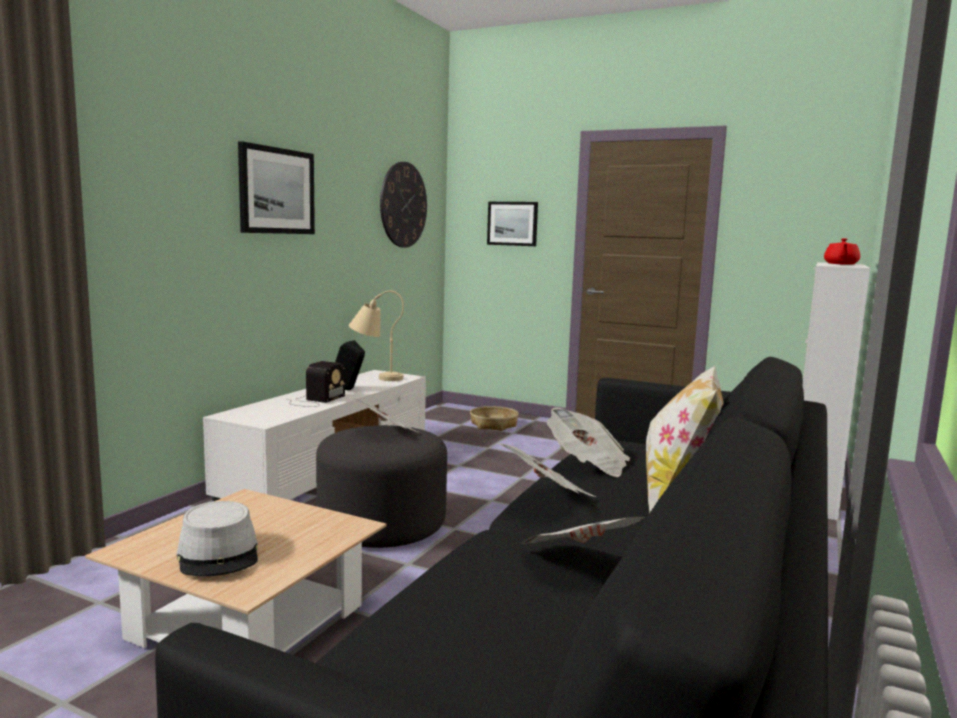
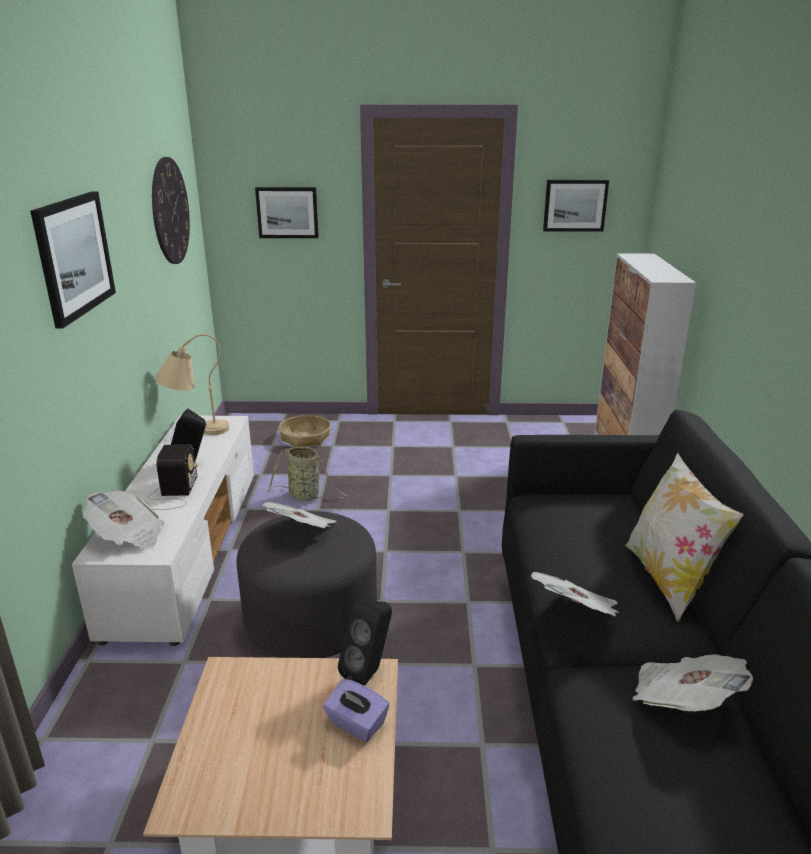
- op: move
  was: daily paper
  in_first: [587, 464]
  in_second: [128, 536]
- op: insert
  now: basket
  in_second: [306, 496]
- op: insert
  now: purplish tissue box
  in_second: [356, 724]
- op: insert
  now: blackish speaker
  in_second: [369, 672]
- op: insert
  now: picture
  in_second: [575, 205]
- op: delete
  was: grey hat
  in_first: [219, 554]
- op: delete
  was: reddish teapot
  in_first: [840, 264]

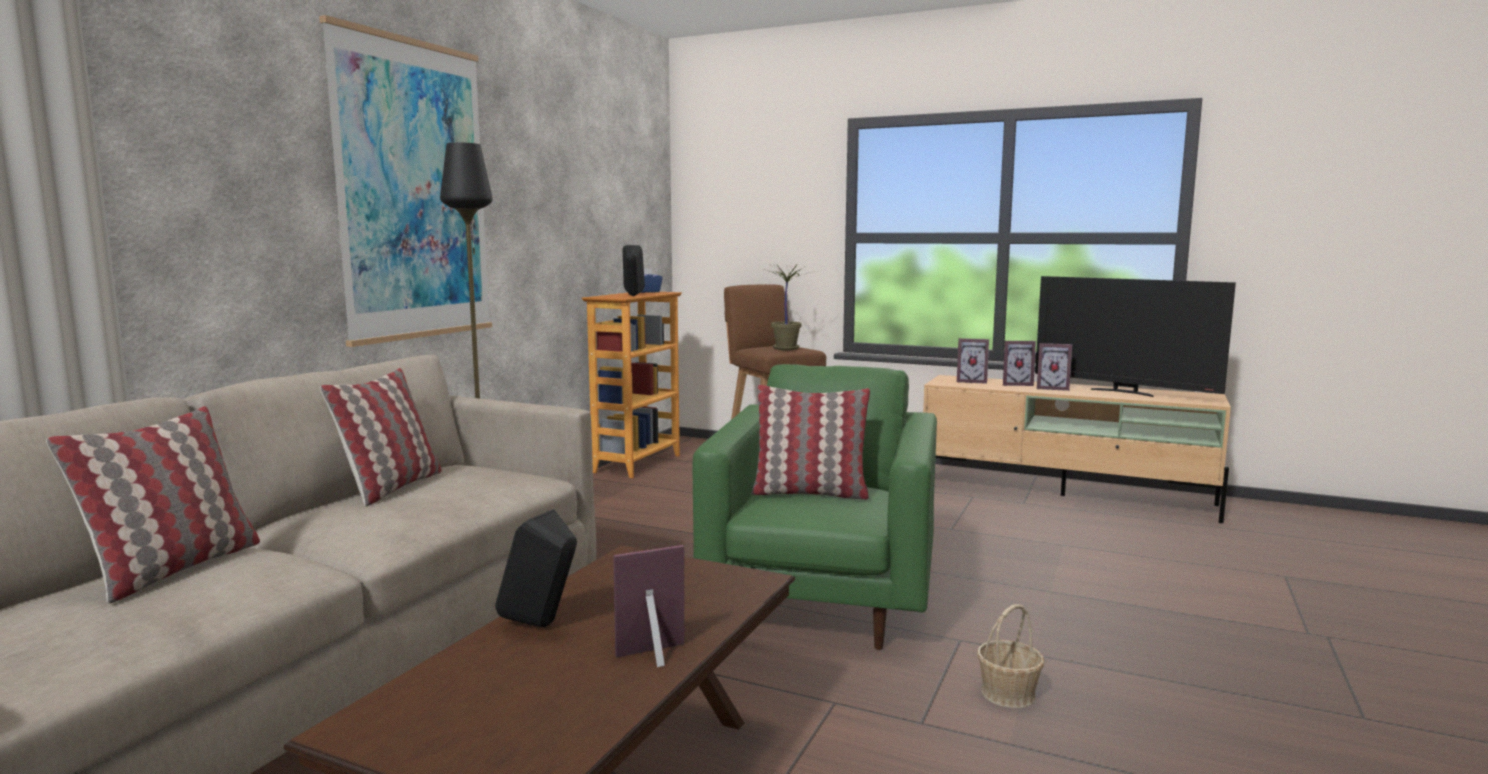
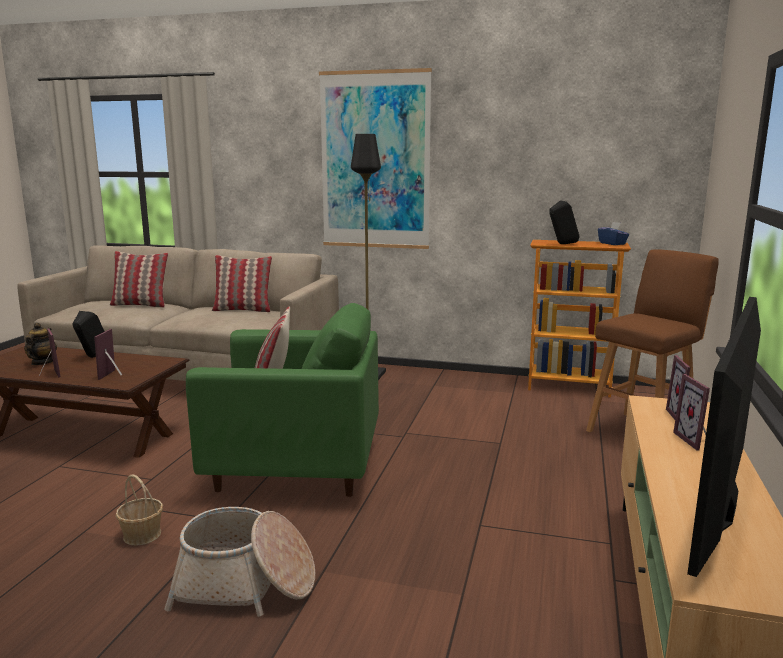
- op: insert
  now: teapot
  in_second: [42, 362]
- op: move
  was: photo frame
  in_first: [1052, 388]
  in_second: [113, 375]
- op: insert
  now: basket
  in_second: [245, 585]
- op: delete
  was: houseplant
  in_first: [786, 348]

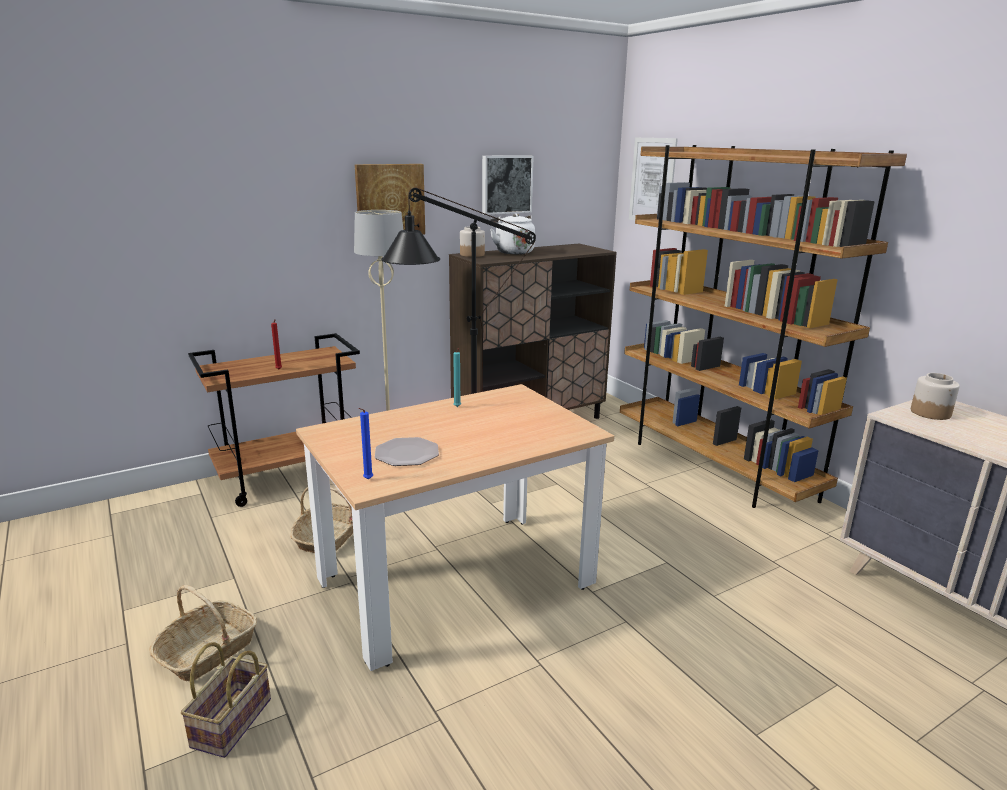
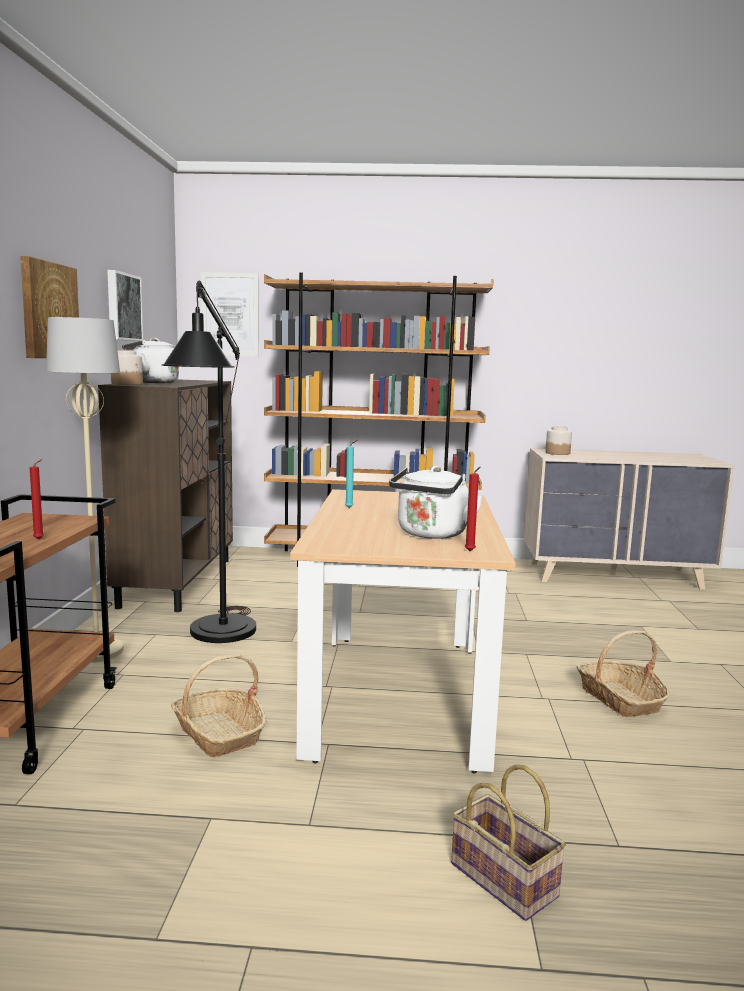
- op: replace
  was: plate
  now: whitish water kettle
  in_first: [407, 453]
  in_second: [431, 534]
- op: recolor
  was: bluish wax light
  now: reddish wax light
  in_first: [367, 480]
  in_second: [470, 551]
- op: move
  was: basket
  in_first: [208, 651]
  in_second: [620, 699]

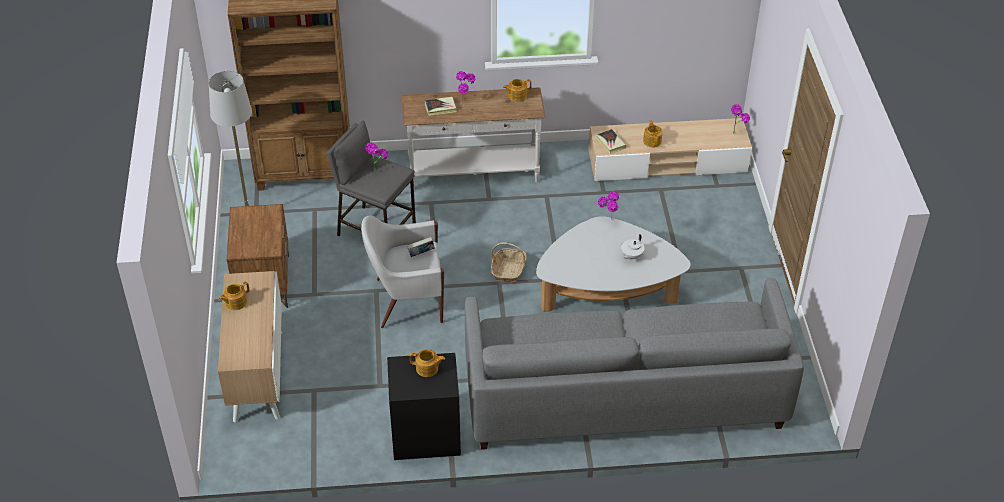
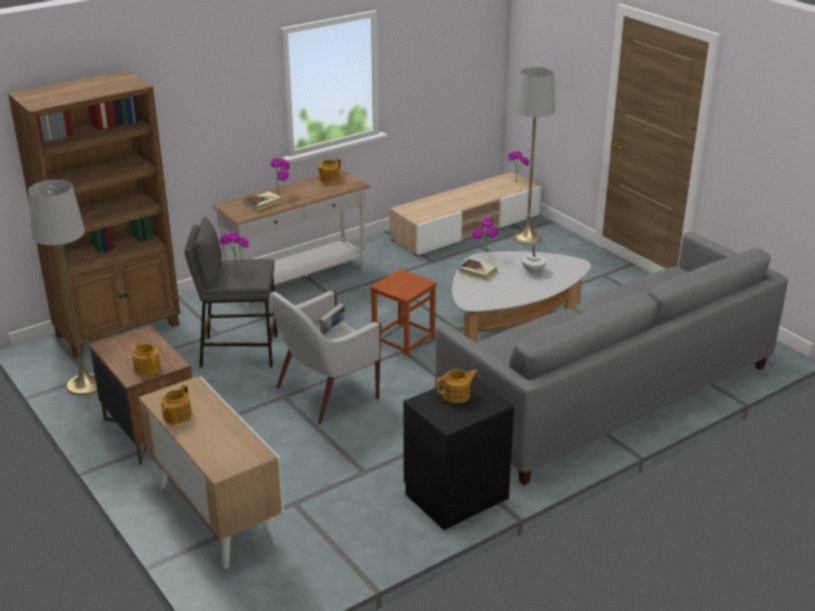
- op: move
  was: teapot
  in_first: [652, 141]
  in_second: [147, 367]
- op: replace
  was: basket
  now: brown-coloured sitting stool
  in_first: [509, 270]
  in_second: [403, 339]
- op: move
  was: volume
  in_first: [610, 143]
  in_second: [477, 272]
- op: insert
  now: grey floor lamp
  in_second: [527, 238]

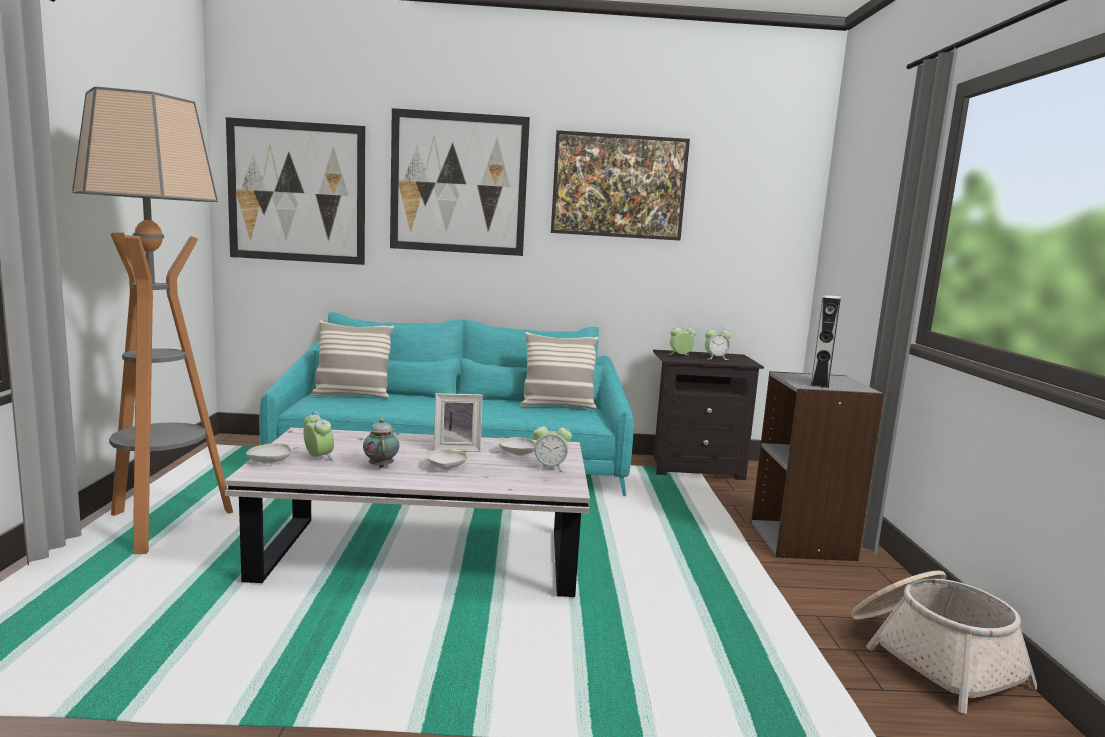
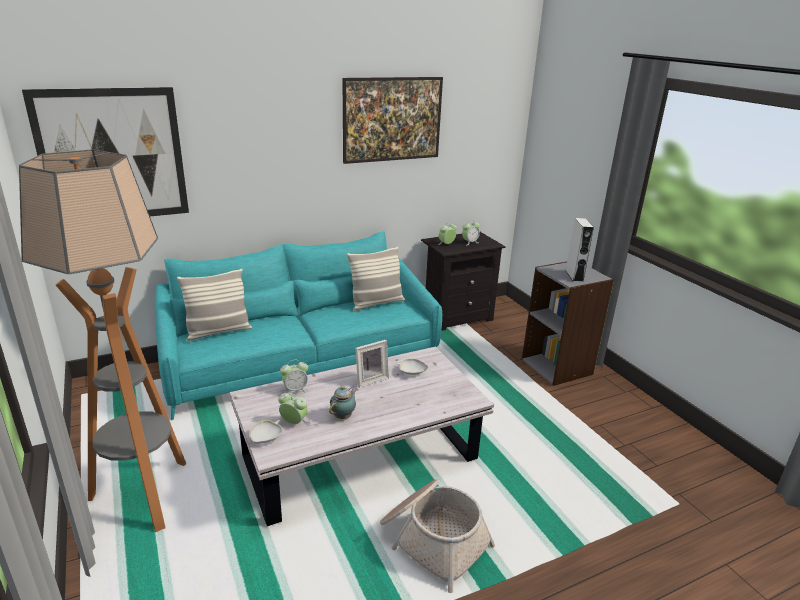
- op: move
  was: table clock
  in_first: [550, 468]
  in_second: [295, 390]
- op: rotate
  was: teapot
  in_first: [381, 466]
  in_second: [344, 416]
  clockwise: 75
- op: move
  was: basket
  in_first: [931, 657]
  in_second: [432, 539]
- op: delete
  was: picture
  in_first: [458, 183]
- op: delete
  was: whitish bowl
  in_first: [447, 467]

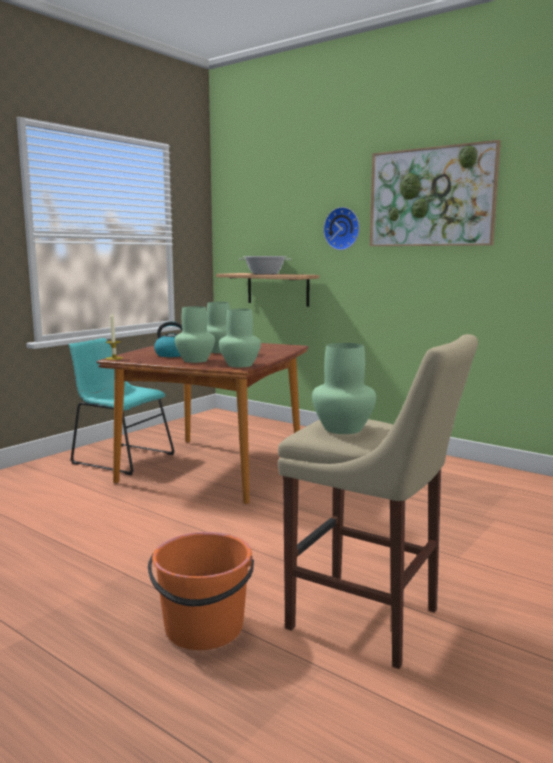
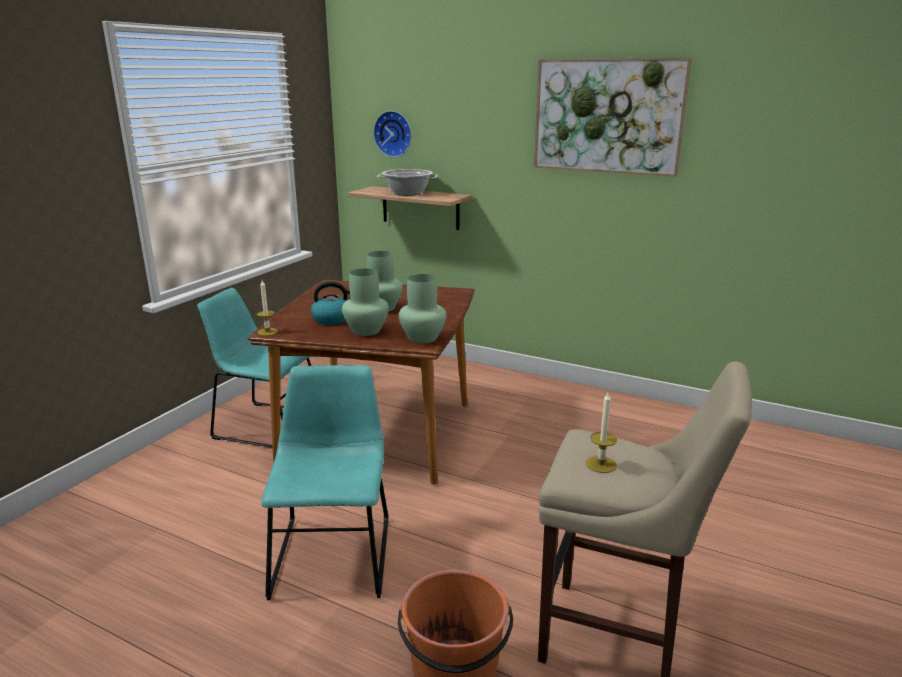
- op: insert
  now: blue-green upright chair
  in_second: [333, 552]
- op: move
  was: wall clock
  in_first: [343, 228]
  in_second: [394, 134]
- op: replace
  was: green-coloured decorative vase
  now: wax light
  in_first: [342, 428]
  in_second: [601, 464]

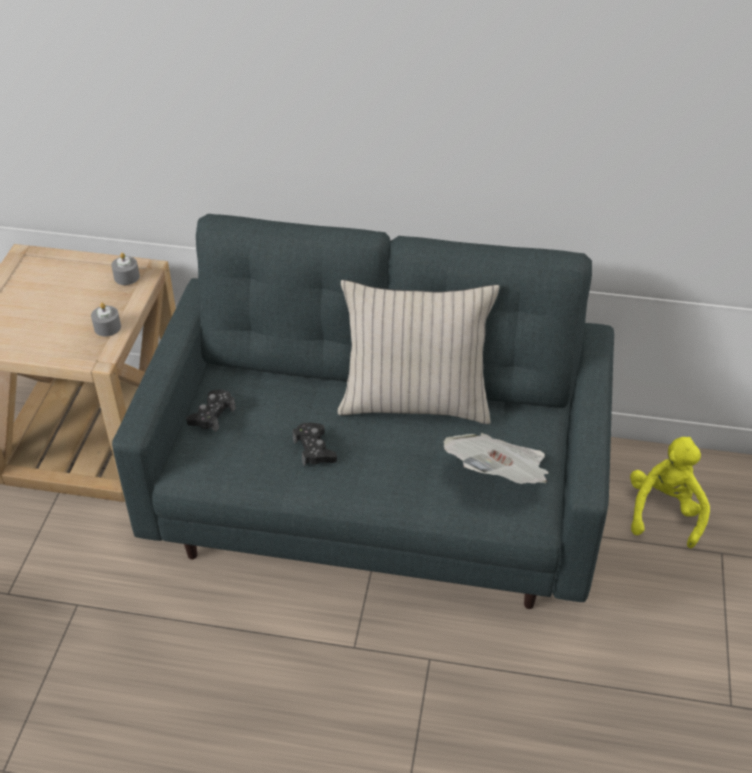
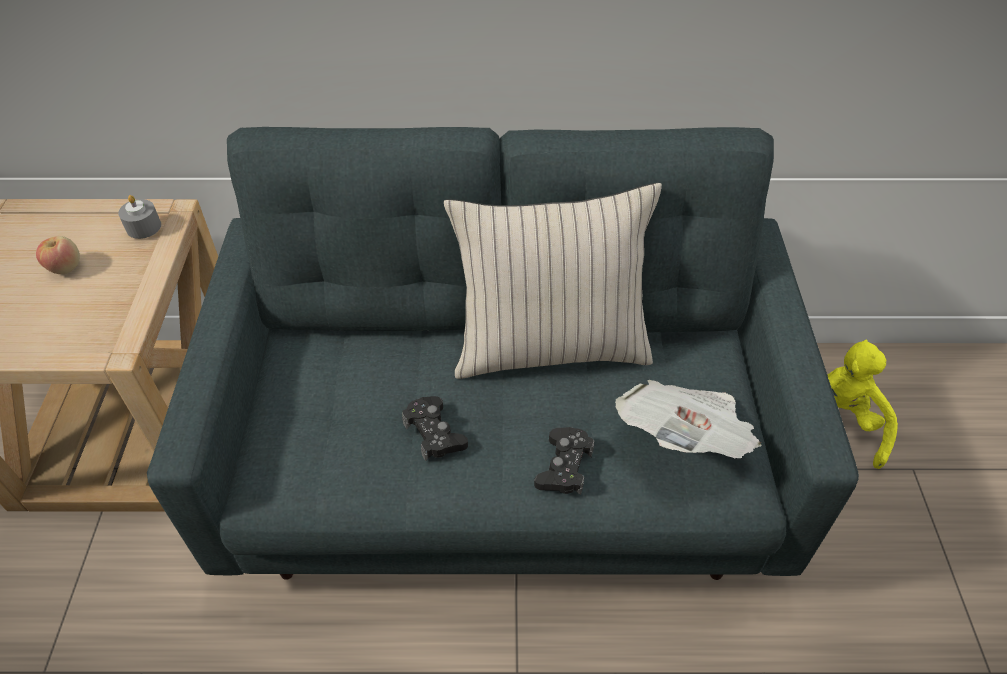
- op: insert
  now: apple fruit
  in_second: [65, 267]
- op: move
  was: blackish joypad
  in_first: [212, 415]
  in_second: [564, 466]
- op: delete
  was: grey wax light
  in_first: [107, 327]

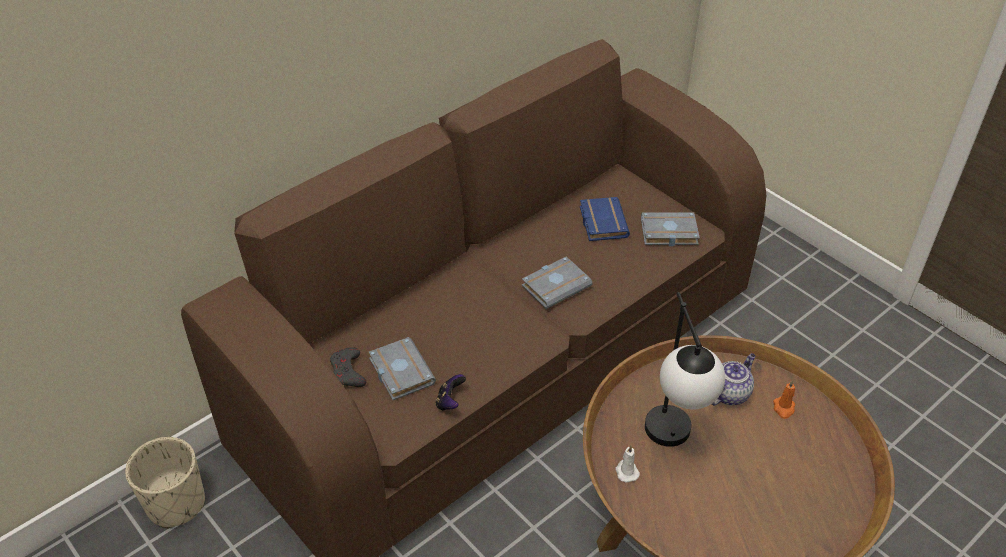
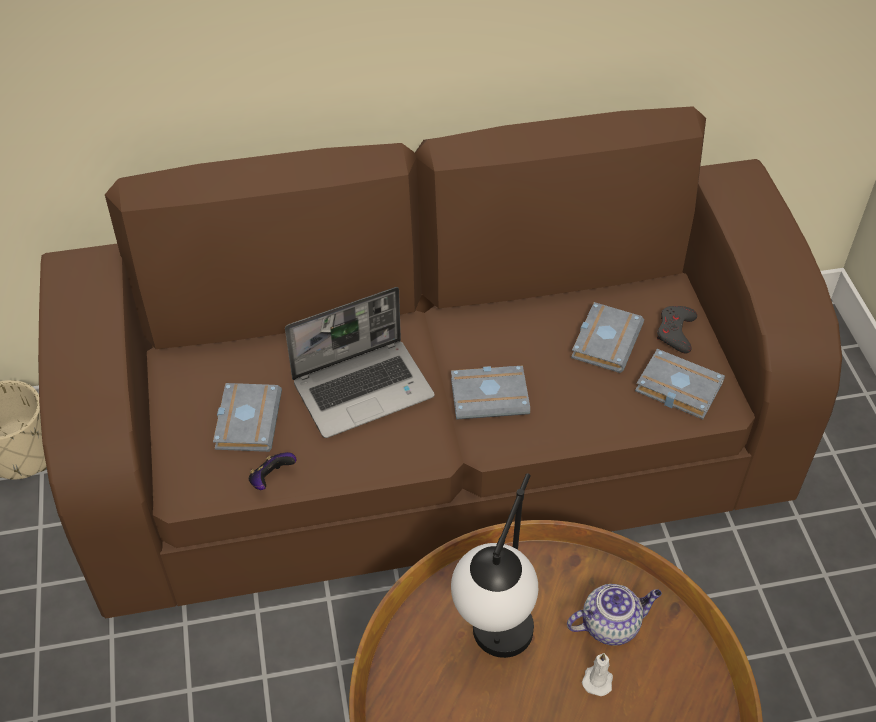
- op: insert
  now: laptop
  in_second: [364, 388]
- op: recolor
  was: bluish volume
  now: grey volume
  in_first: [601, 222]
  in_second: [604, 340]
- op: move
  was: whitish wax light
  in_first: [626, 471]
  in_second: [597, 679]
- op: move
  was: grey joypad
  in_first: [348, 372]
  in_second: [675, 332]
- op: delete
  was: orange-coloured wax light
  in_first: [783, 408]

